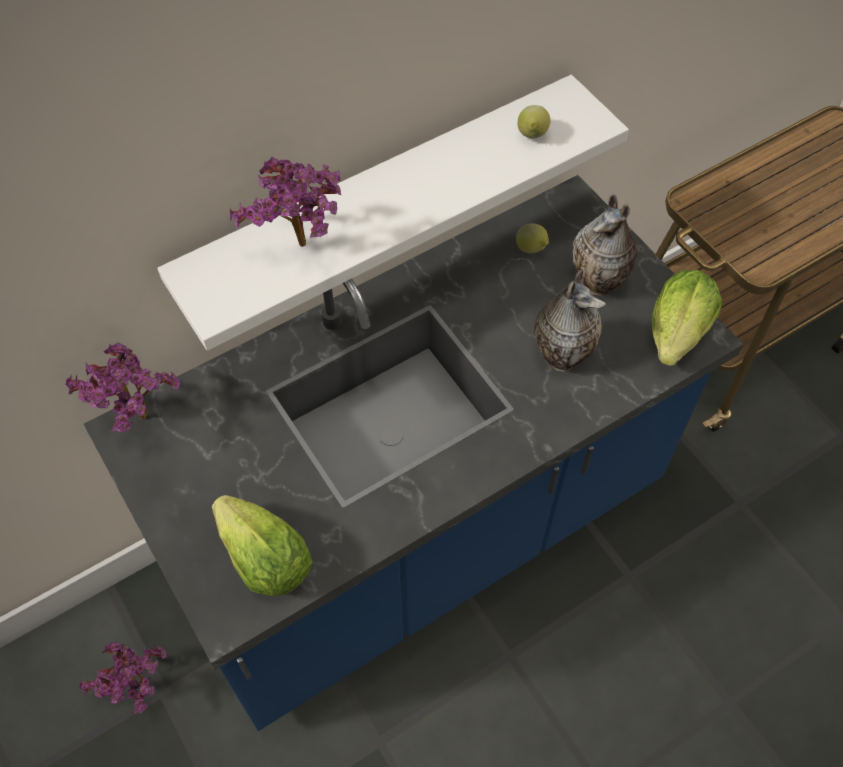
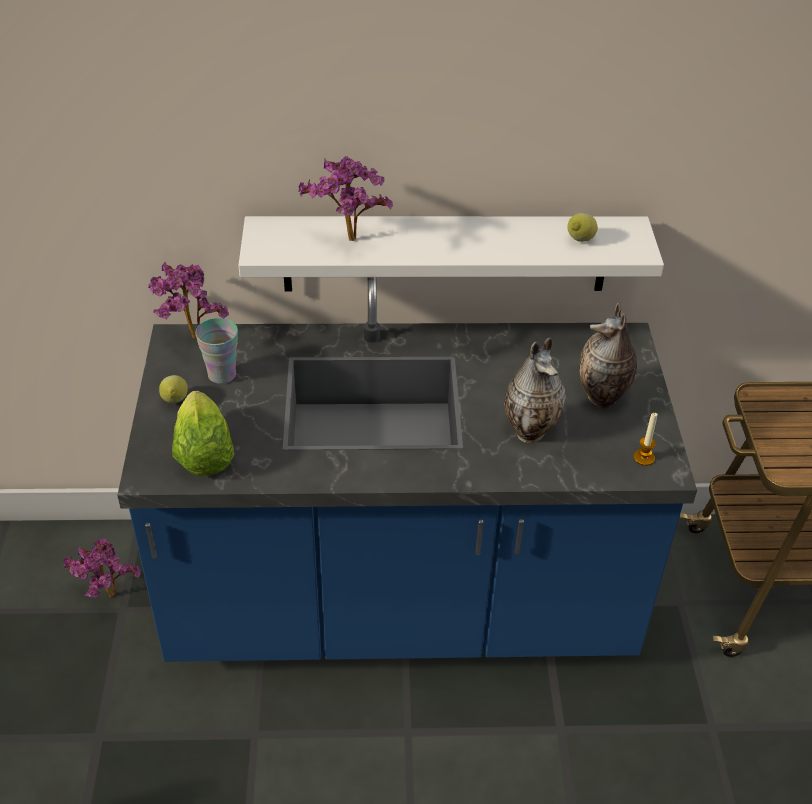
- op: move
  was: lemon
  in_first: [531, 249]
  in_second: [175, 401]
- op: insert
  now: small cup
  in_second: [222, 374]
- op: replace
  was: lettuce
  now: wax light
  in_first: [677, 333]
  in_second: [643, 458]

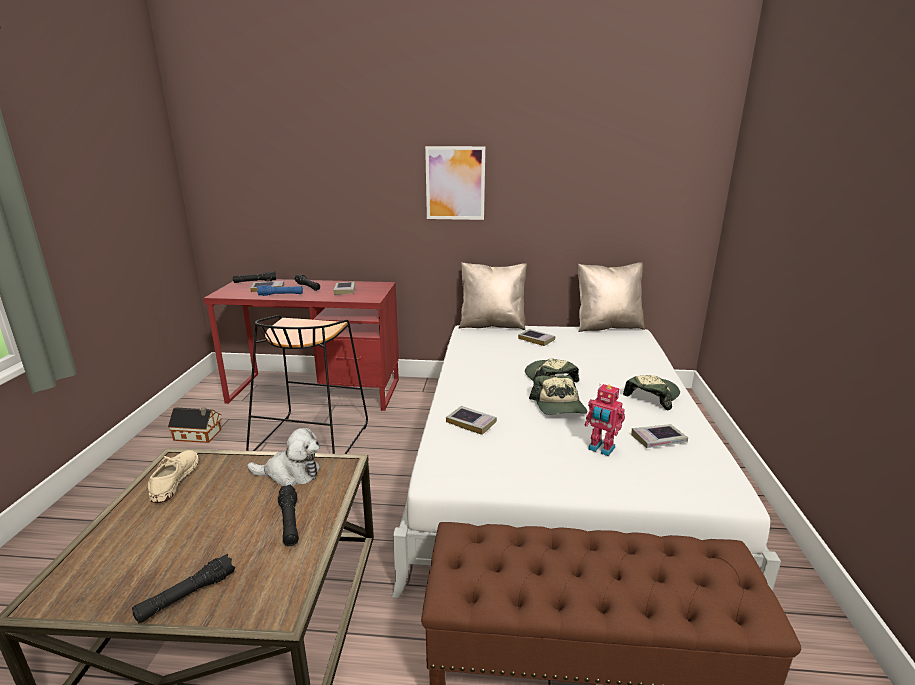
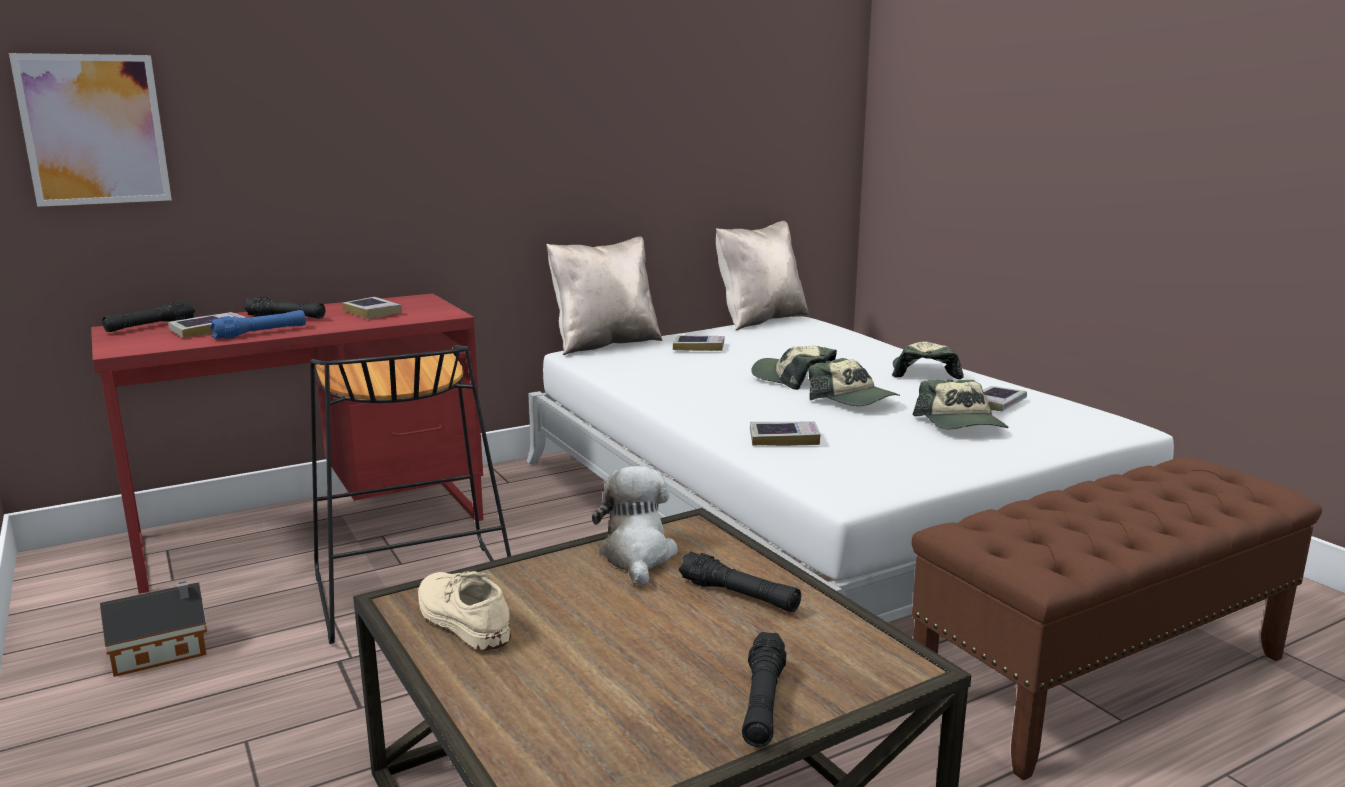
- op: move
  was: picture
  in_first: [455, 183]
  in_second: [94, 130]
- op: rotate
  was: cuddly toy
  in_first: [290, 474]
  in_second: [637, 556]
  clockwise: -60
- op: replace
  was: robot figure
  now: peaked cap
  in_first: [600, 449]
  in_second: [961, 424]

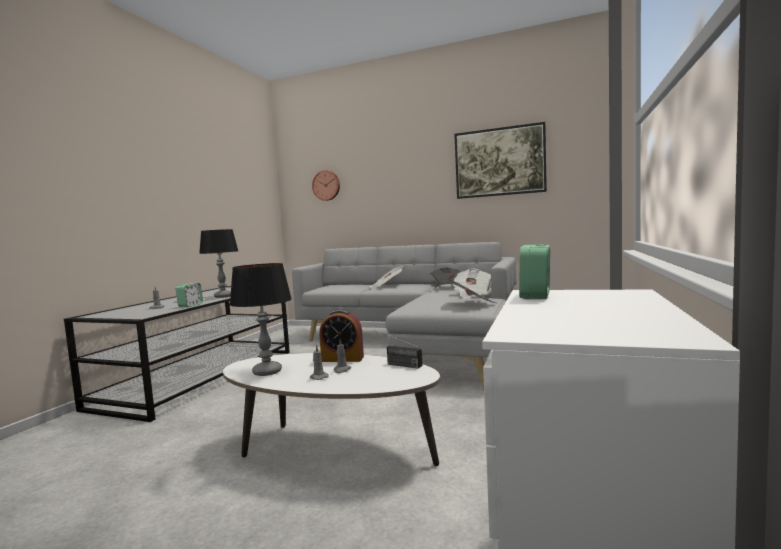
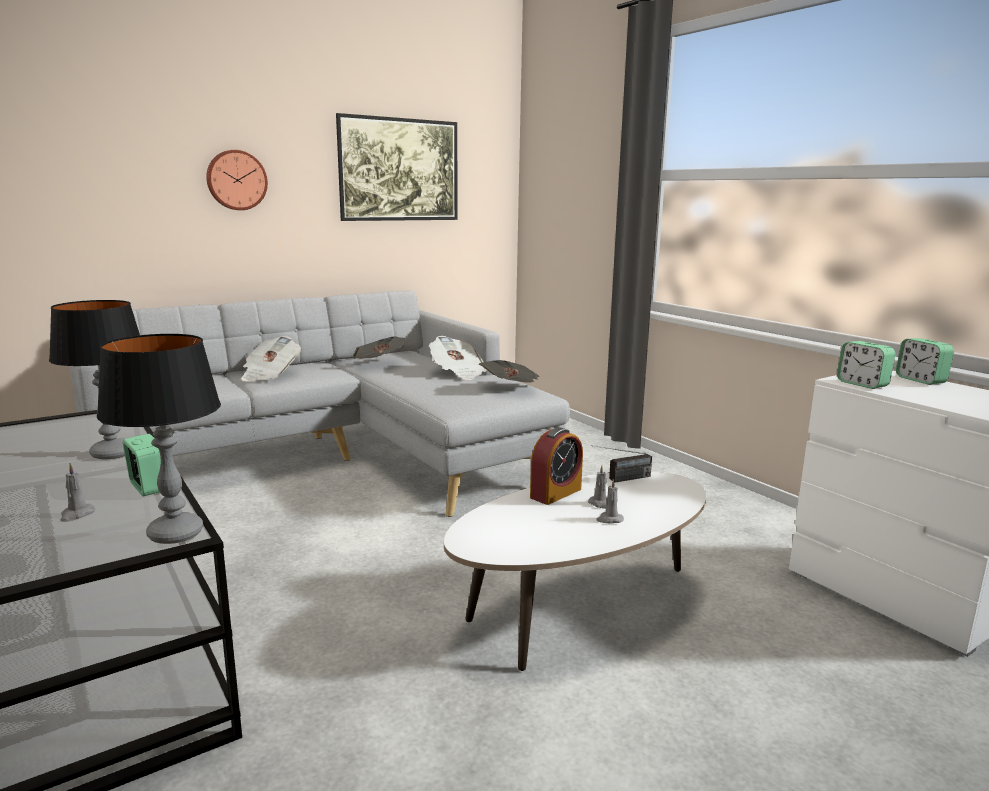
- op: move
  was: table lamp
  in_first: [267, 372]
  in_second: [175, 534]
- op: move
  was: wall clock
  in_first: [326, 185]
  in_second: [236, 180]
- op: insert
  now: table clock
  in_second: [920, 380]

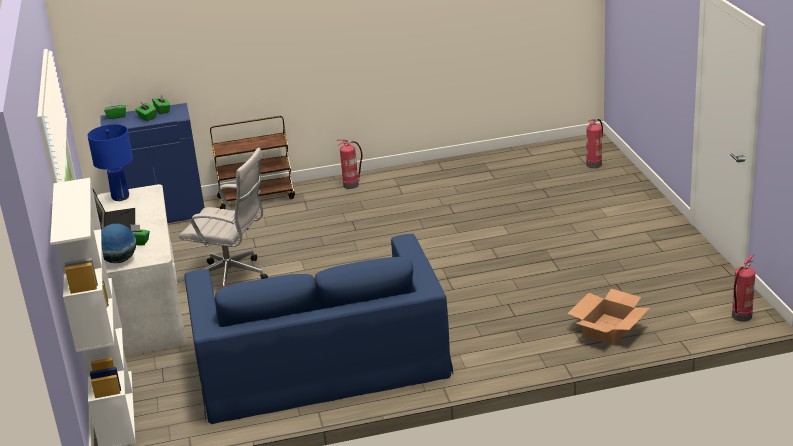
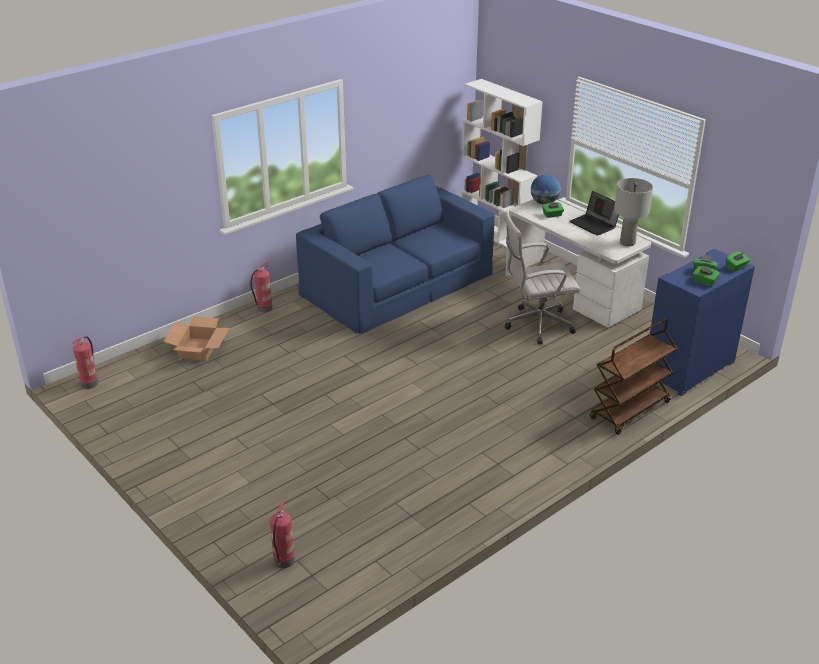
- op: move
  was: extinguisher
  in_first: [351, 185]
  in_second: [264, 308]
- op: recolor
  was: bluish table lamp
  now: grey table lamp
  in_first: [120, 197]
  in_second: [627, 242]

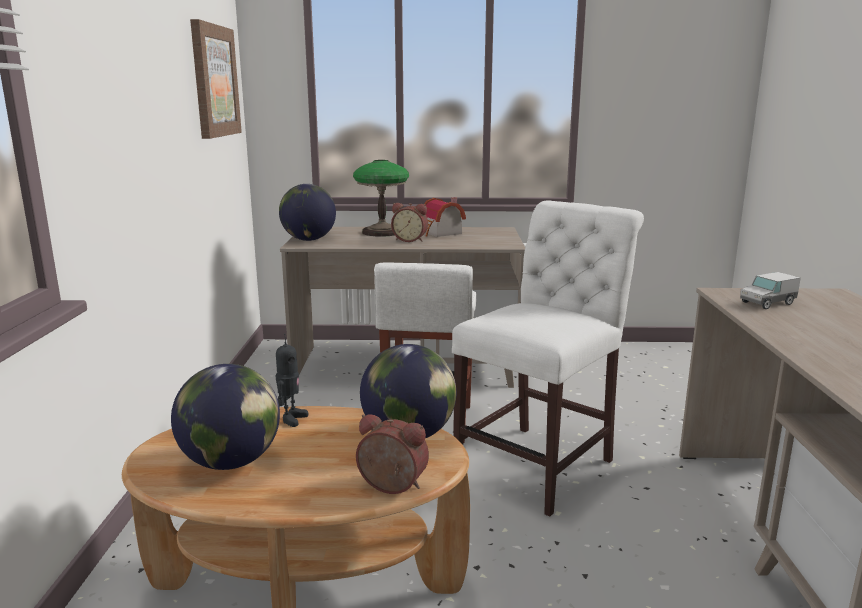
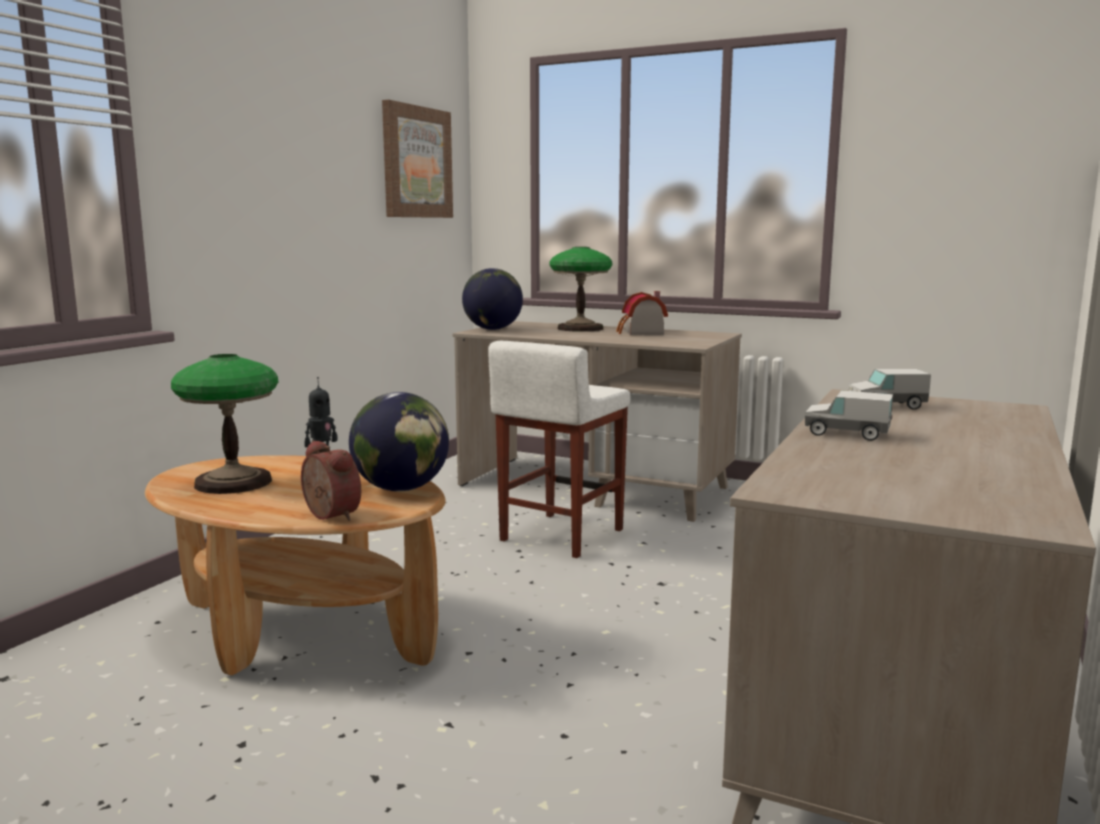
- op: replace
  was: globe
  now: table lamp
  in_first: [231, 462]
  in_second: [234, 482]
- op: insert
  now: model truck
  in_second: [847, 434]
- op: delete
  was: table clock
  in_first: [410, 240]
- op: delete
  was: whitish upright chair
  in_first: [541, 463]

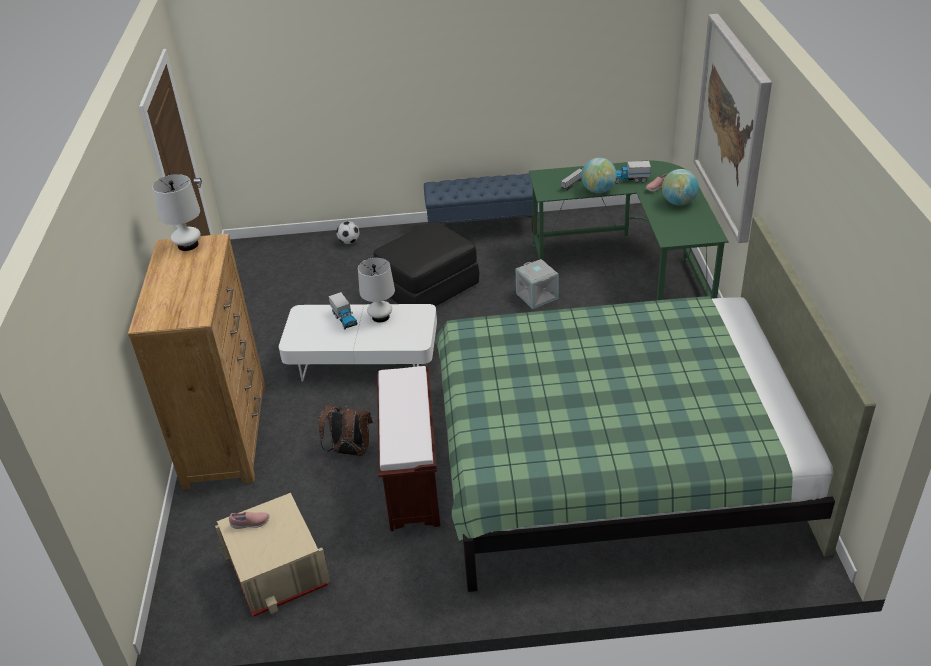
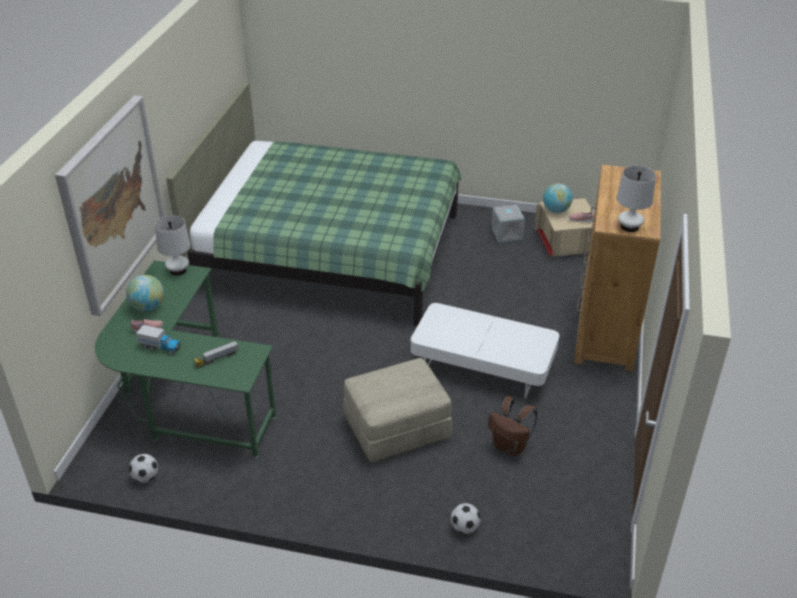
- op: insert
  now: football
  in_second: [145, 477]
- op: move
  was: whitish table lamp
  in_first: [380, 317]
  in_second: [178, 270]
- op: recolor
  was: blackish footrest
  now: beige-coloured footrest
  in_first: [428, 288]
  in_second: [397, 427]
- op: move
  was: brown-coloured knapsack
  in_first: [349, 451]
  in_second: [510, 446]
- op: move
  was: grey storage bin
  in_first: [537, 296]
  in_second: [506, 234]
- op: move
  was: globe
  in_first: [598, 190]
  in_second: [556, 210]
- op: delete
  was: model truck
  in_first: [344, 319]
- op: delete
  was: brown-coloured indoor bench
  in_first: [413, 479]
- op: delete
  was: bluish indoor bench
  in_first: [482, 229]

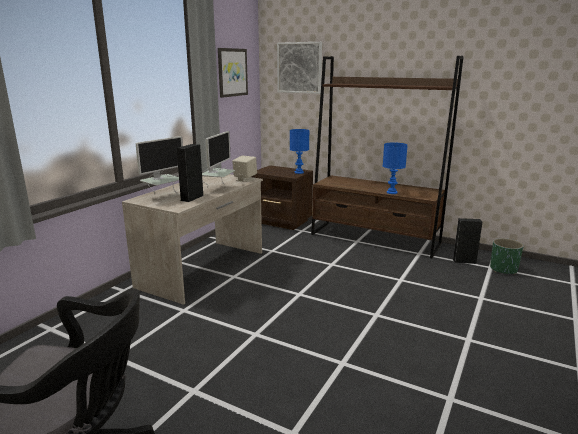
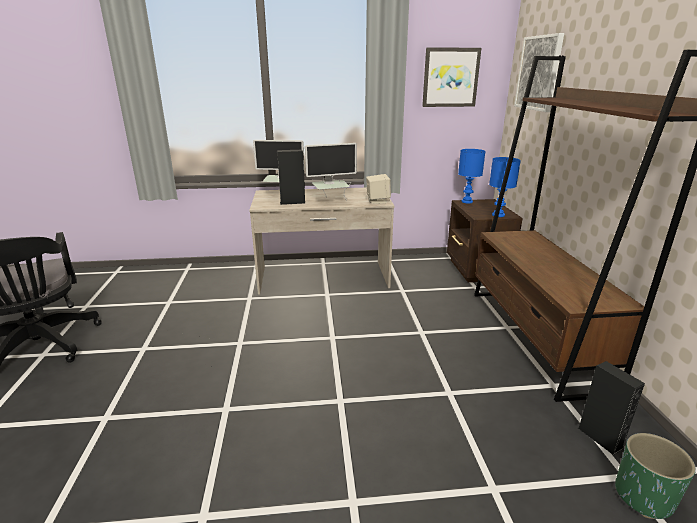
- op: move
  was: bluish table lamp
  in_first: [392, 192]
  in_second: [467, 202]

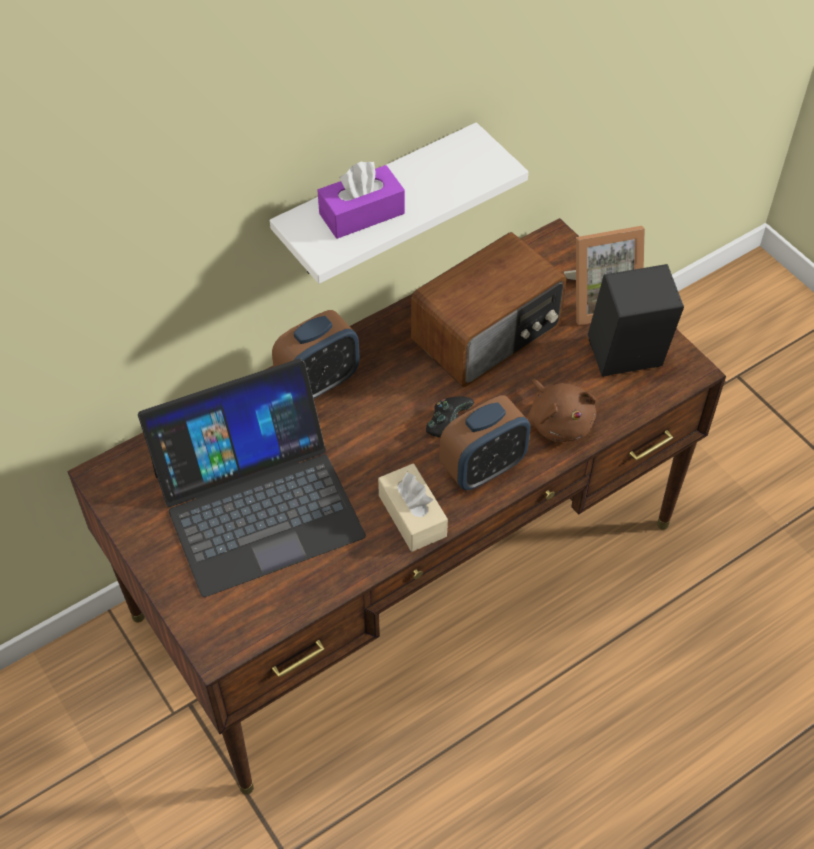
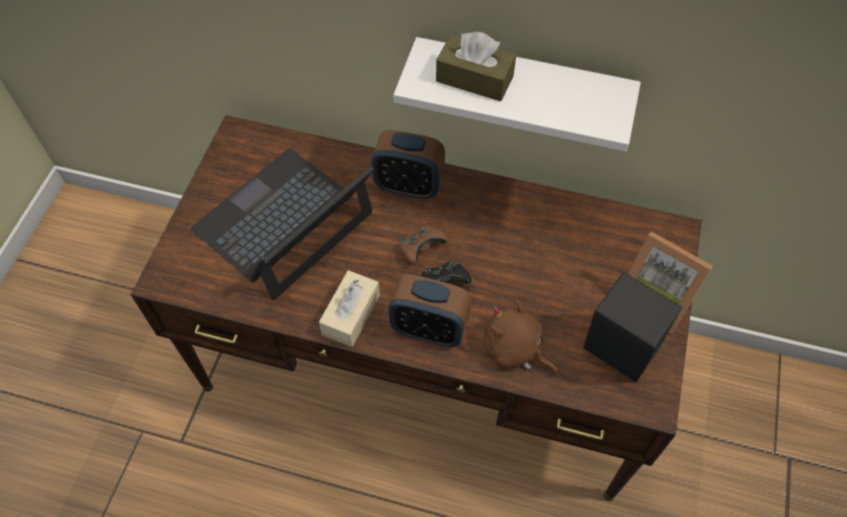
- op: rotate
  was: laptop
  in_first: [257, 503]
  in_second: [285, 223]
  clockwise: 105
- op: insert
  now: brown-coloured joypad
  in_second: [421, 249]
- op: recolor
  was: purplish tissue box
  now: brown-coloured tissue box
  in_first: [361, 213]
  in_second: [474, 79]
- op: rotate
  was: brown-coloured cuddly toy
  in_first: [559, 422]
  in_second: [515, 348]
  clockwise: 105
- op: delete
  was: radio receiver
  in_first: [488, 334]

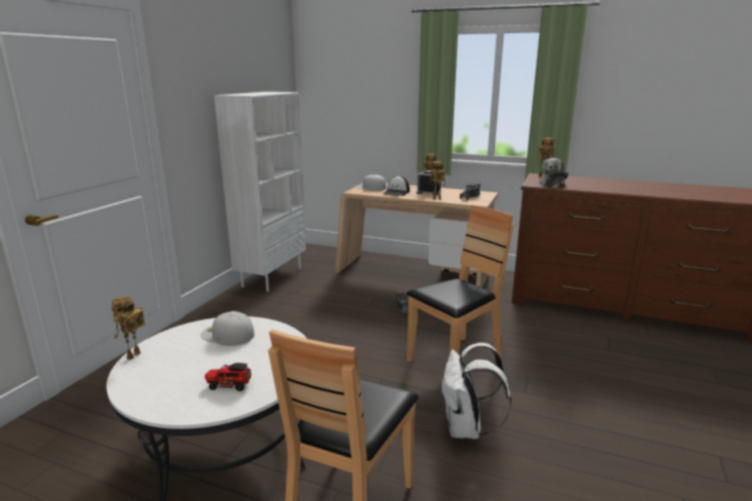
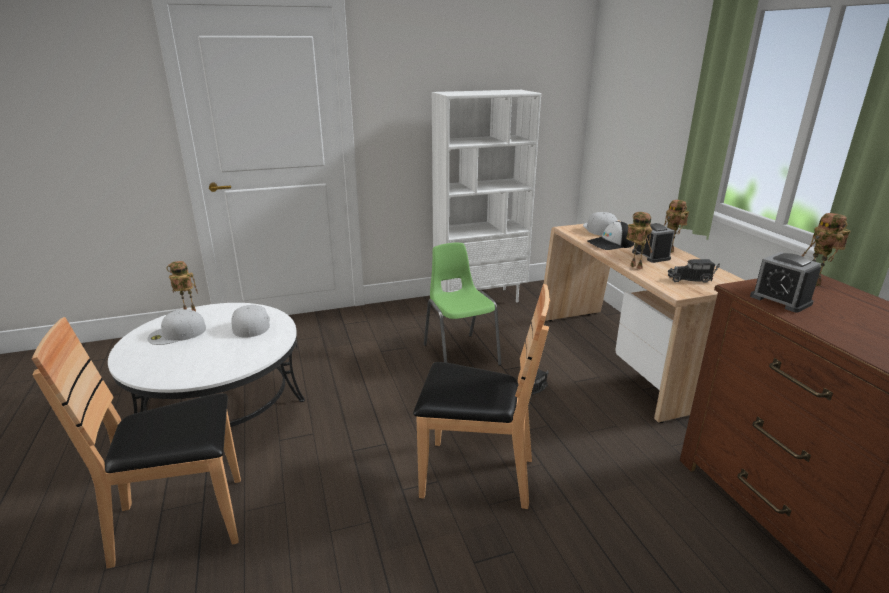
- op: insert
  now: whitish peaked cap
  in_second: [176, 334]
- op: insert
  now: green-coloured upright chair
  in_second: [460, 354]
- op: replace
  was: cuddly toy
  now: table clock
  in_first: [553, 184]
  in_second: [780, 300]
- op: delete
  was: model truck
  in_first: [228, 385]
- op: delete
  was: whitish knapsack
  in_first: [466, 429]

